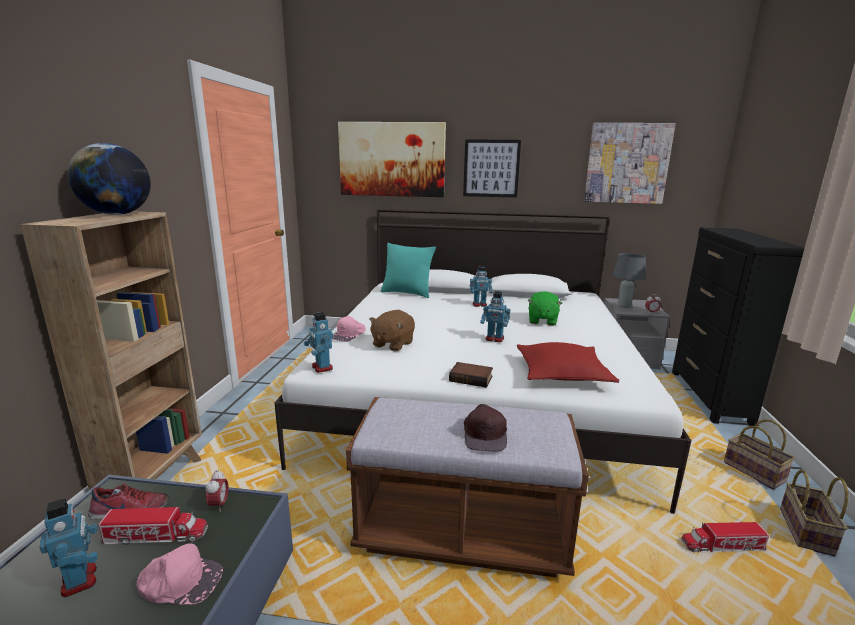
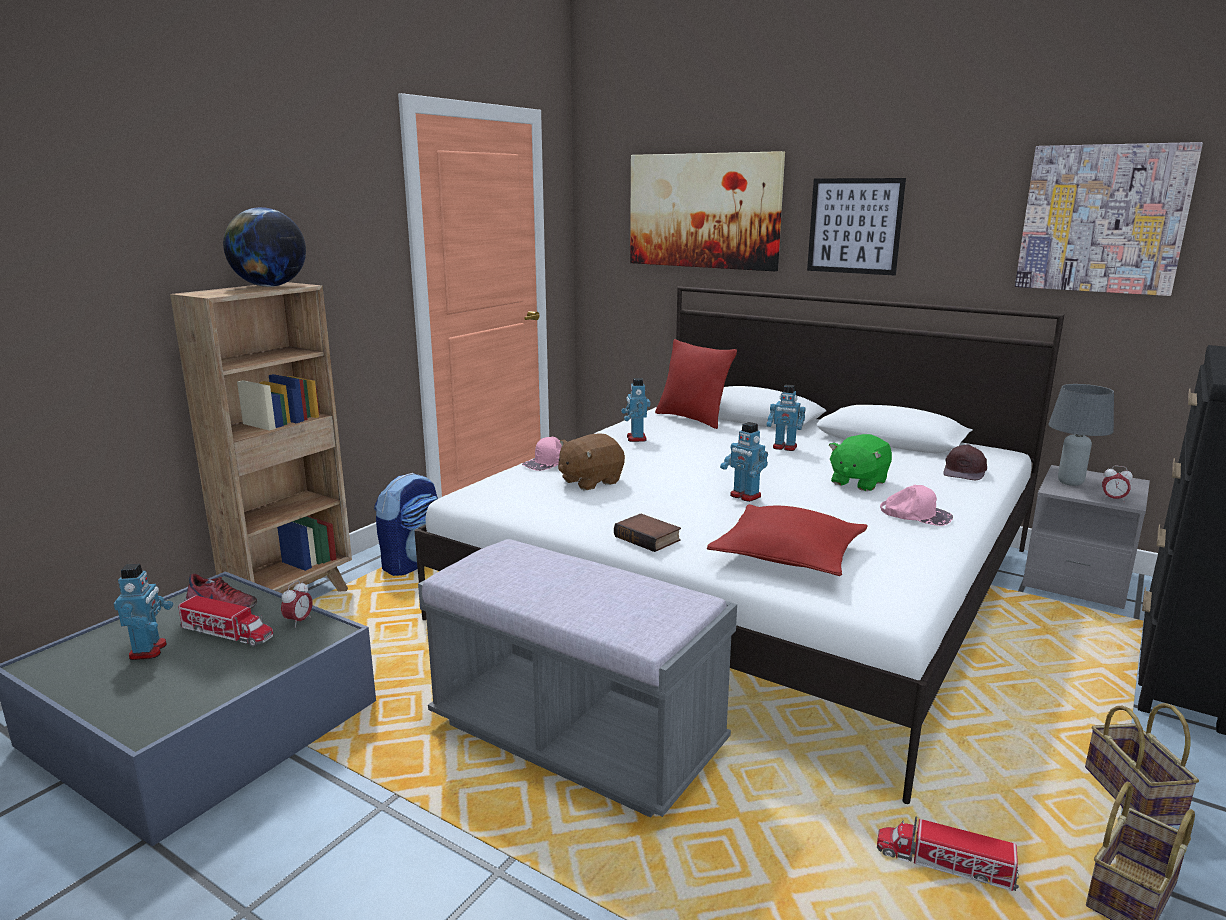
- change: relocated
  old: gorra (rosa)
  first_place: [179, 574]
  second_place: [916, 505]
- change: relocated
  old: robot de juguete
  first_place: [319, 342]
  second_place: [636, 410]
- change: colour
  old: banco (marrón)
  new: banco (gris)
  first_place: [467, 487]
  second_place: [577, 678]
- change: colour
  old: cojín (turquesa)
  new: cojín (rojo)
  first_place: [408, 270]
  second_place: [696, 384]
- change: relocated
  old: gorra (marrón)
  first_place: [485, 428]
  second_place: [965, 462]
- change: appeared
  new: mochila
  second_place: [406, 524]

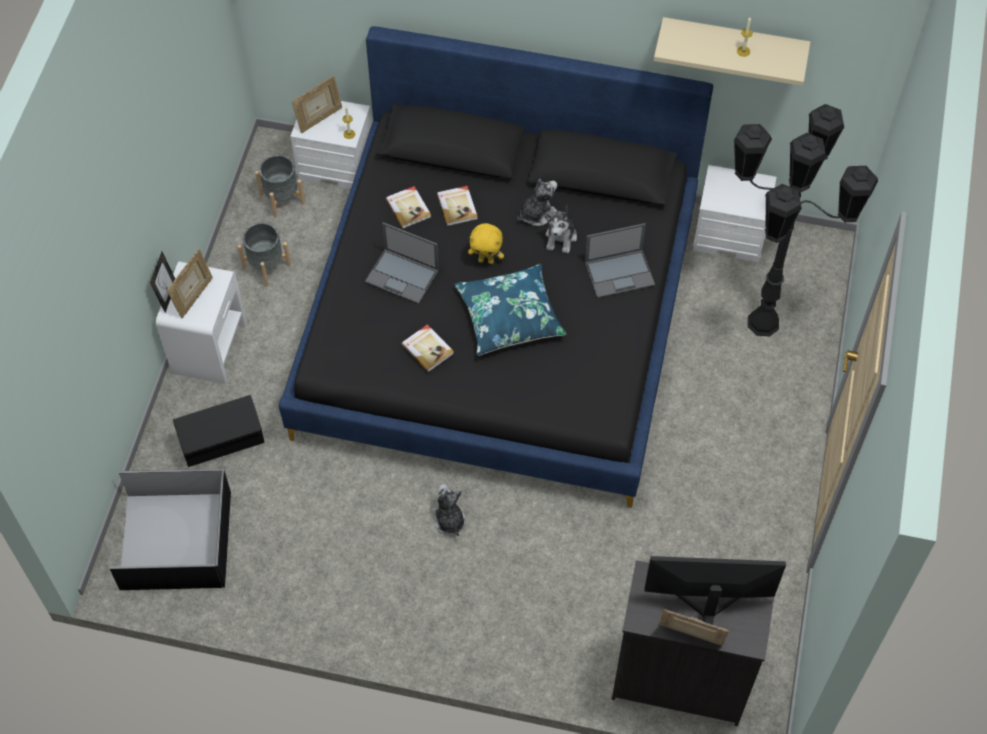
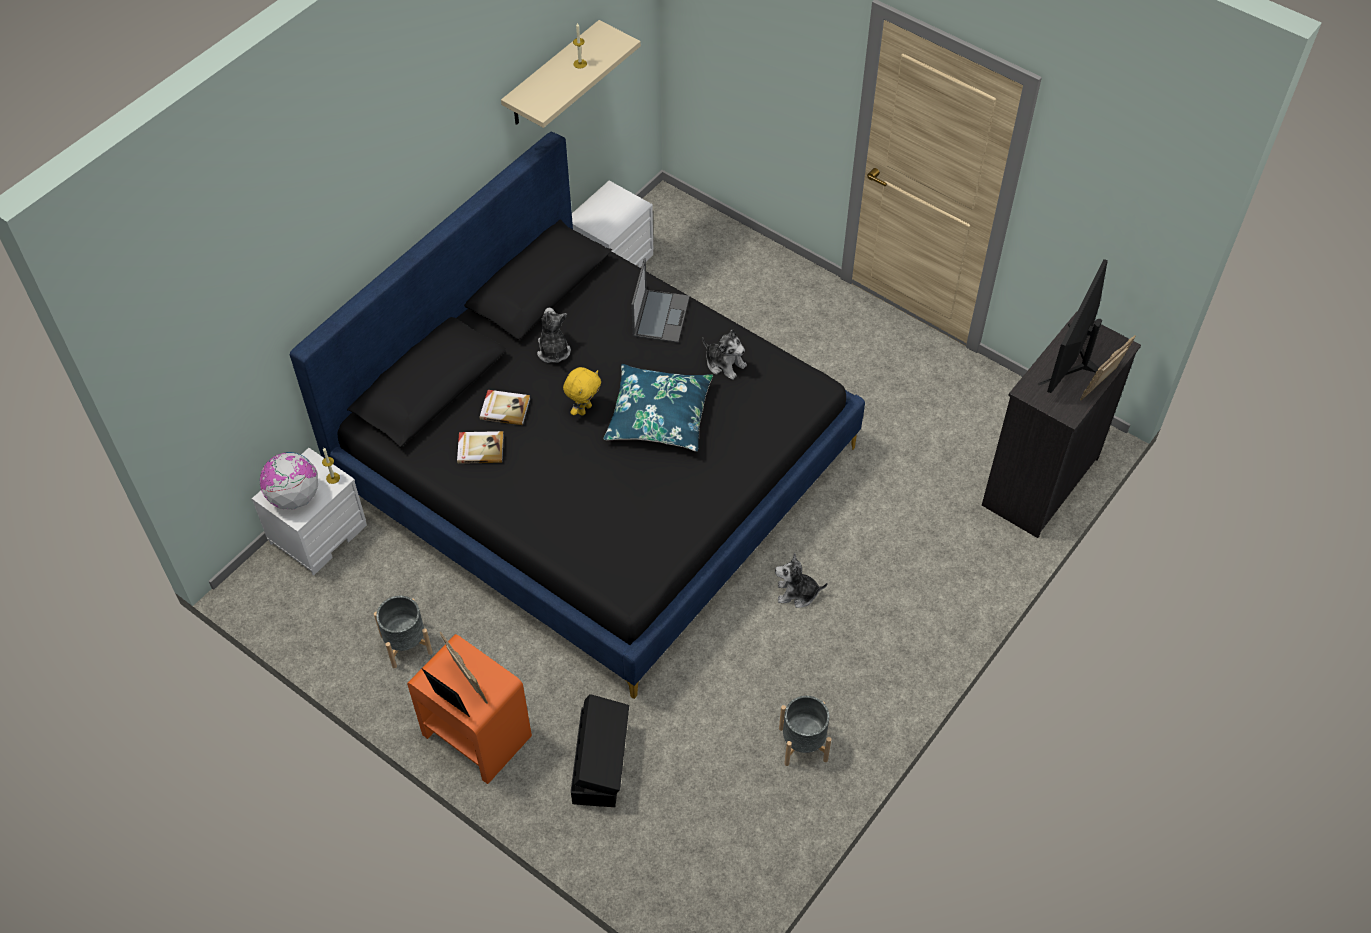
- change: missing
  old: caja de almacenaje (negro)
  first_place: [170, 529]
- change: colour
  old: mesita de noche (blanco)
  new: mesita de noche (naranja)
  first_place: [201, 322]
  second_place: [469, 709]
- change: relocated
  old: maceta (gris)
  first_place: [280, 186]
  second_place: [805, 731]
- change: exchanged
  old: portarretratos
  new: globo terráqueo
  first_place: [317, 104]
  second_place: [289, 480]
- change: missing
  old: portátil
  first_place: [402, 263]
- change: missing
  old: libro
  first_place: [427, 348]
- change: relocated
  old: peluche
  first_place: [561, 229]
  second_place: [724, 354]
- change: missing
  old: lámpara de pie (negro)
  first_place: [806, 220]

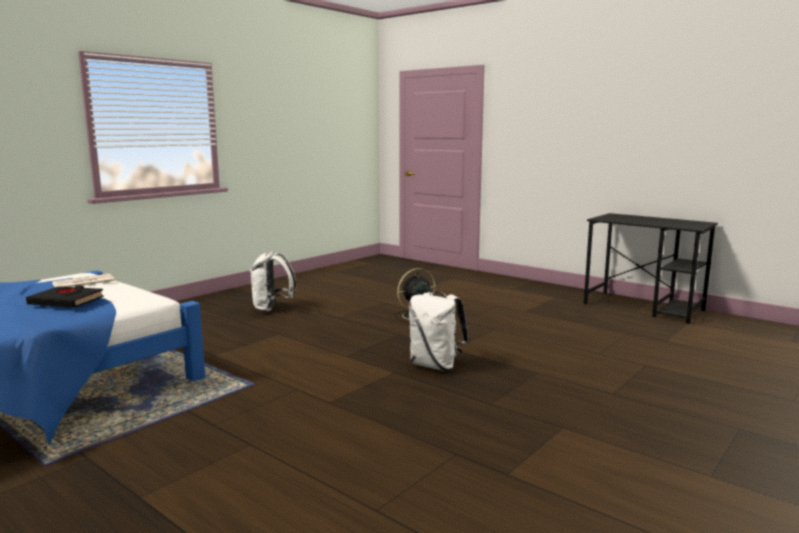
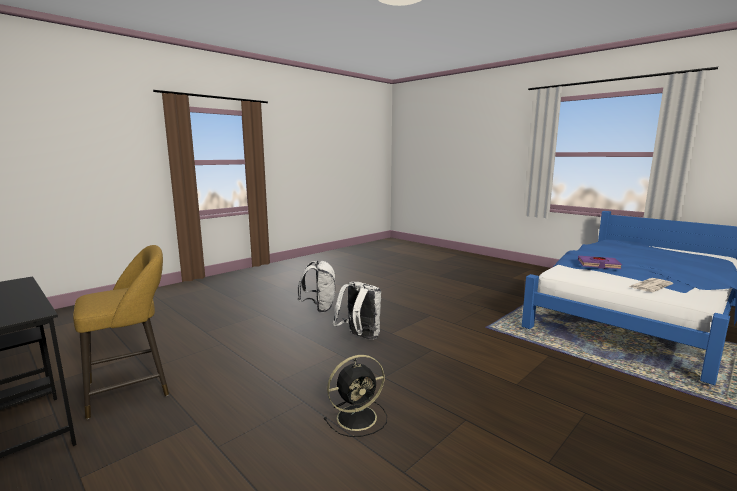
- change: colour
  old: libro (negro)
  new: libro (morado)
  first_place: [65, 296]
  second_place: [600, 262]
- change: relocated
  old: mochila (blanco)
  first_place: [273, 281]
  second_place: [317, 287]
- change: appeared
  new: taburete (amarillo)
  second_place: [121, 332]

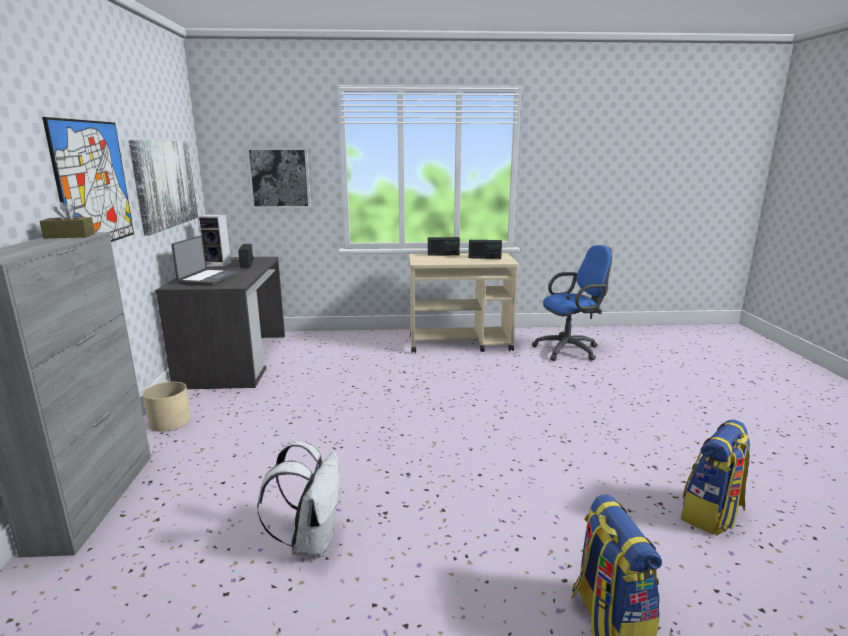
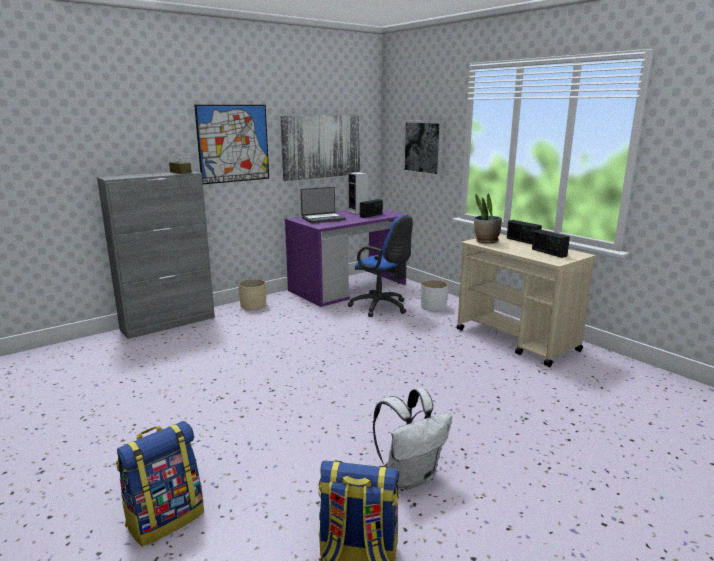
- change: colour
  old: escritorio (gris)
  new: escritorio (morado)
  first_place: [220, 323]
  second_place: [346, 258]
- change: relocated
  old: mochila (blanco)
  first_place: [299, 499]
  second_place: [412, 439]
- change: relocated
  old: silla de oficina (azul)
  first_place: [572, 303]
  second_place: [380, 266]
- change: appeared
  new: maceta (blanco)
  second_place: [434, 295]
- change: appeared
  new: planta en maceta
  second_place: [488, 218]

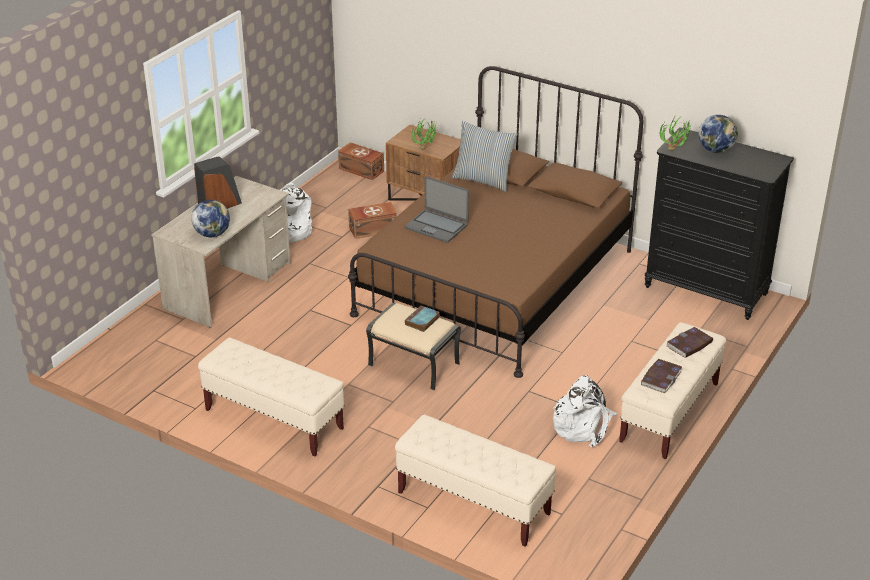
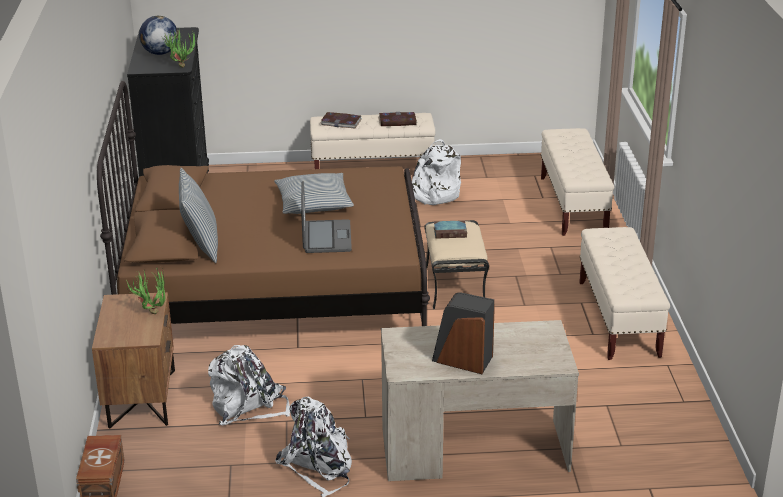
- change: missing
  old: globo terráqueo
  first_place: [210, 218]
- change: exchanged
  old: caja de almacenaje (marrón)
  new: mochila (blanco)
  first_place: [372, 220]
  second_place: [249, 385]
- change: appeared
  new: cojín
  second_place: [314, 193]

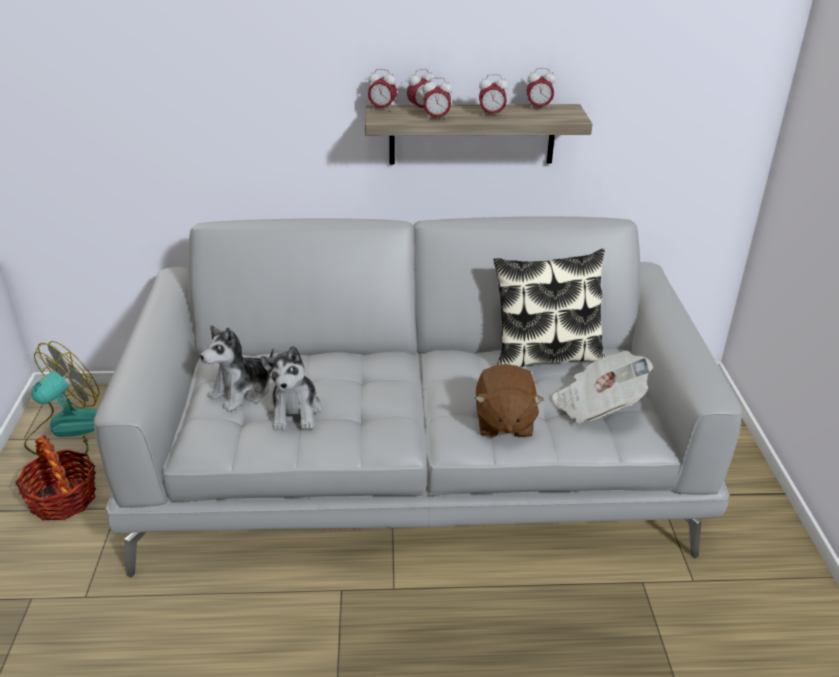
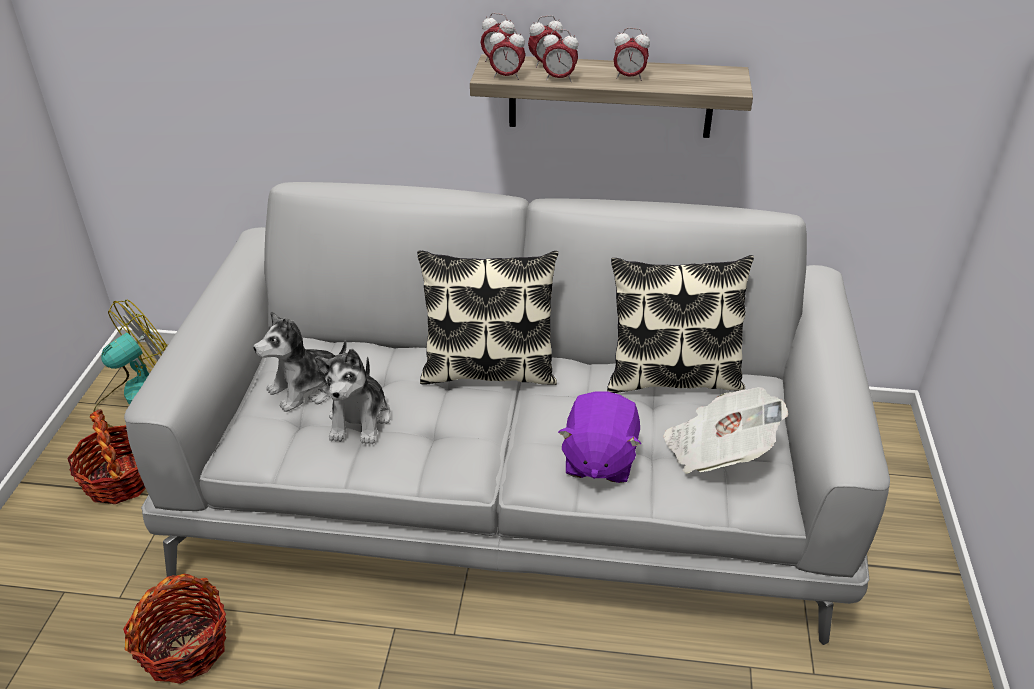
- change: colour
  old: peluche (marrón)
  new: peluche (morado)
  first_place: [509, 401]
  second_place: [599, 437]
- change: relocated
  old: despertador
  first_place: [541, 89]
  second_place: [507, 53]
- change: appeared
  new: cesta
  second_place: [175, 629]
- change: appeared
  new: cojín
  second_place: [487, 318]

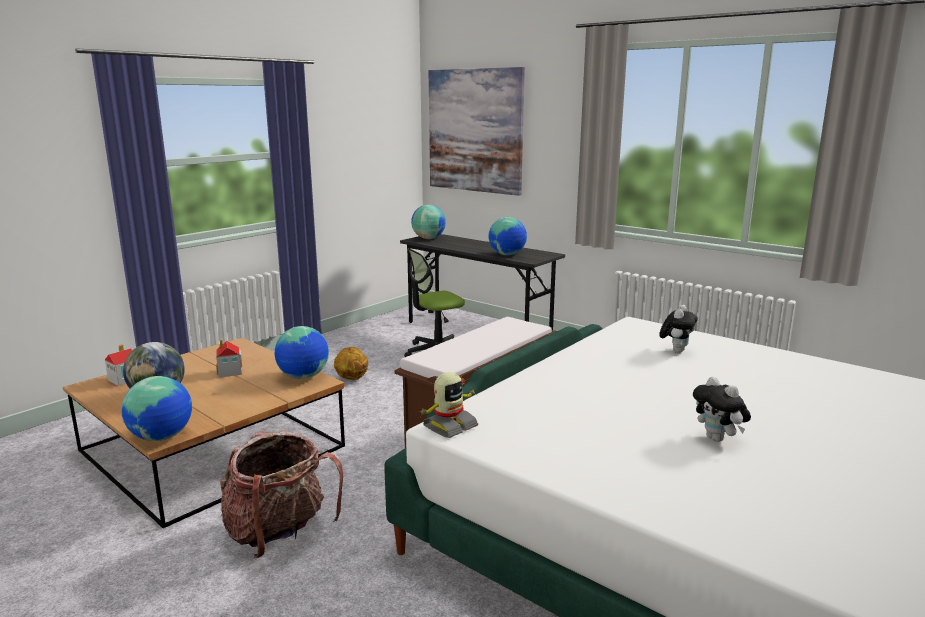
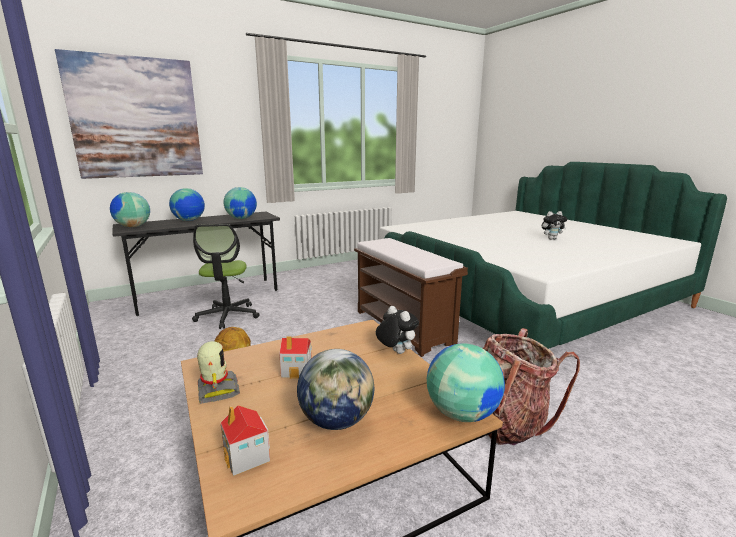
- change: relocated
  old: globo terráqueo
  first_place: [302, 352]
  second_place: [187, 204]
- change: relocated
  old: robot de juguete
  first_place: [448, 405]
  second_place: [218, 372]
- change: relocated
  old: peluche
  first_place: [678, 329]
  second_place: [397, 330]

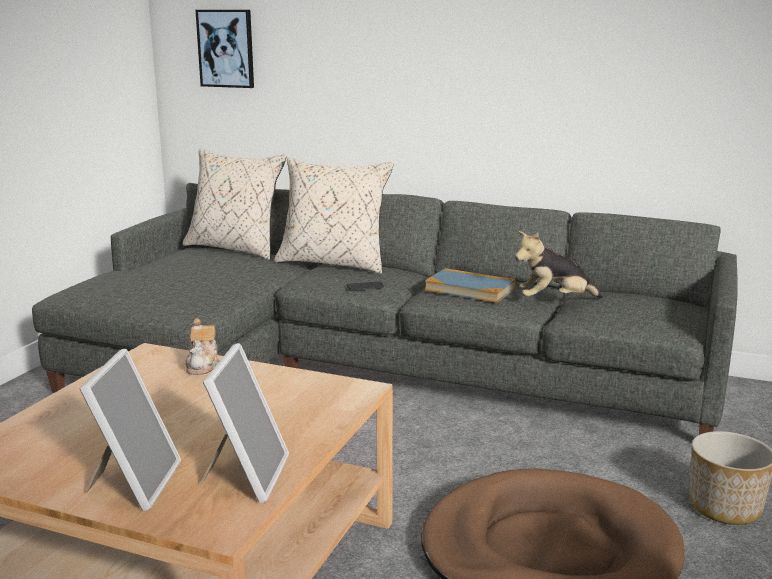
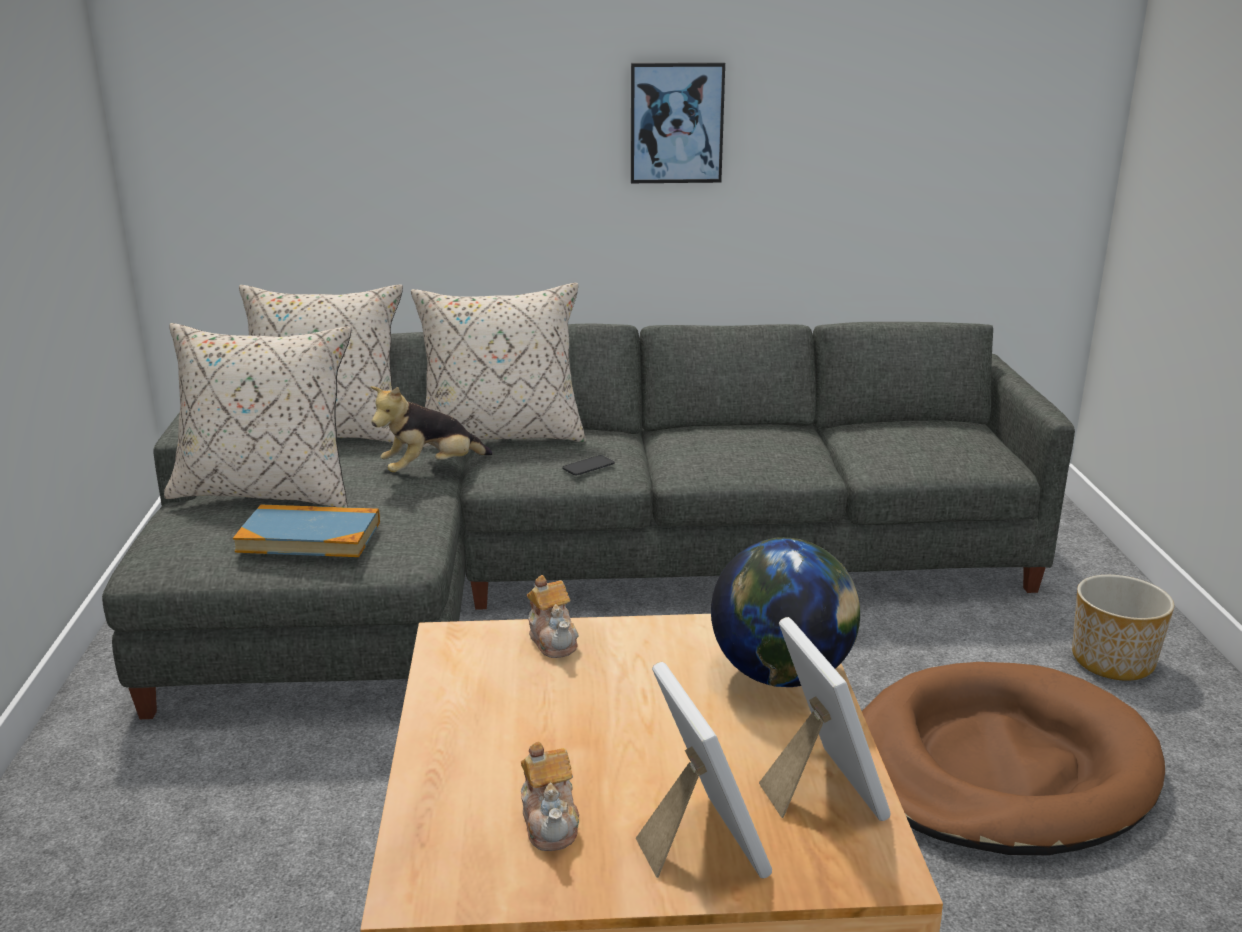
- change: relocated
  old: cuadro
  first_place: [224, 49]
  second_place: [678, 122]
- change: relocated
  old: libro
  first_place: [470, 285]
  second_place: [306, 531]
- change: relocated
  old: peluche
  first_place: [559, 264]
  second_place: [431, 429]
- change: appeared
  new: cojín (beis)
  second_place: [258, 415]
- change: appeared
  new: tetera
  second_place: [550, 796]
- change: appeared
  new: globo terráqueo
  second_place: [785, 612]

